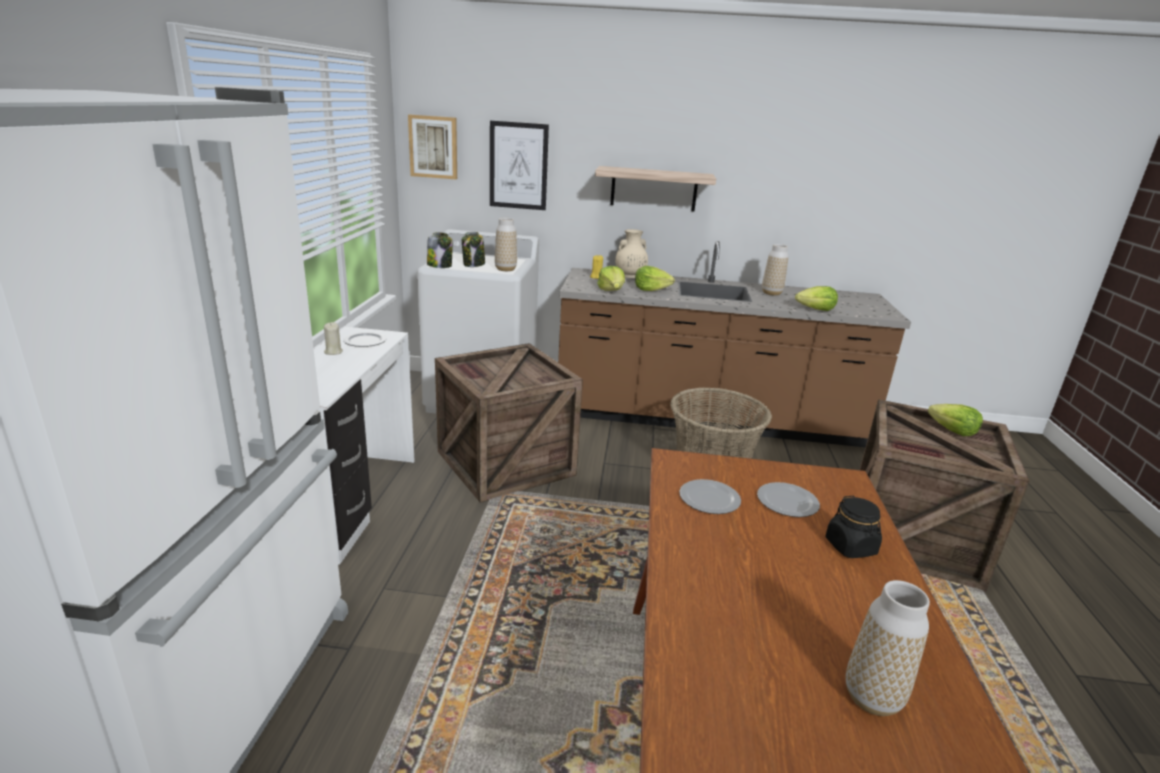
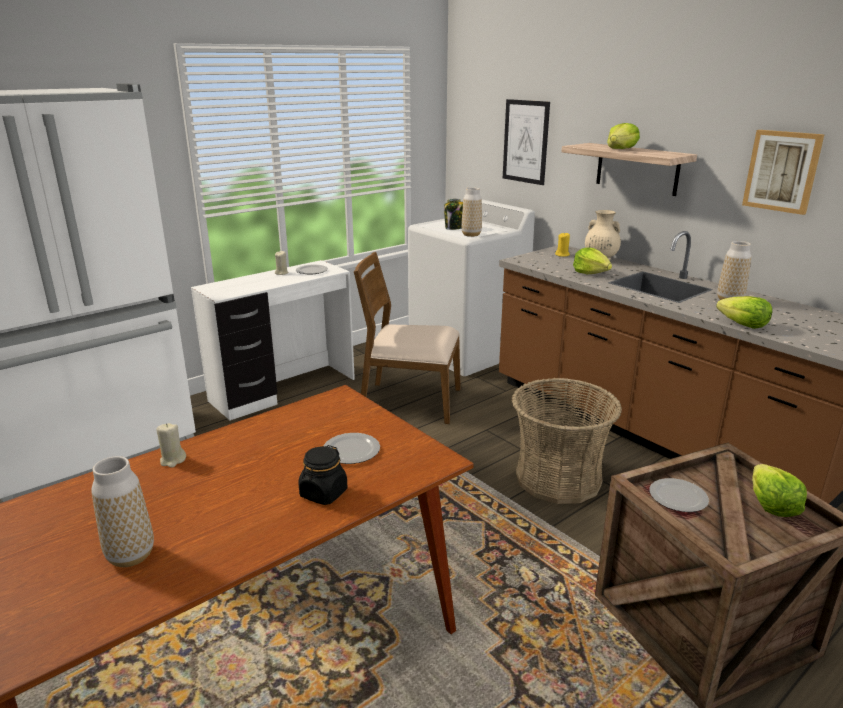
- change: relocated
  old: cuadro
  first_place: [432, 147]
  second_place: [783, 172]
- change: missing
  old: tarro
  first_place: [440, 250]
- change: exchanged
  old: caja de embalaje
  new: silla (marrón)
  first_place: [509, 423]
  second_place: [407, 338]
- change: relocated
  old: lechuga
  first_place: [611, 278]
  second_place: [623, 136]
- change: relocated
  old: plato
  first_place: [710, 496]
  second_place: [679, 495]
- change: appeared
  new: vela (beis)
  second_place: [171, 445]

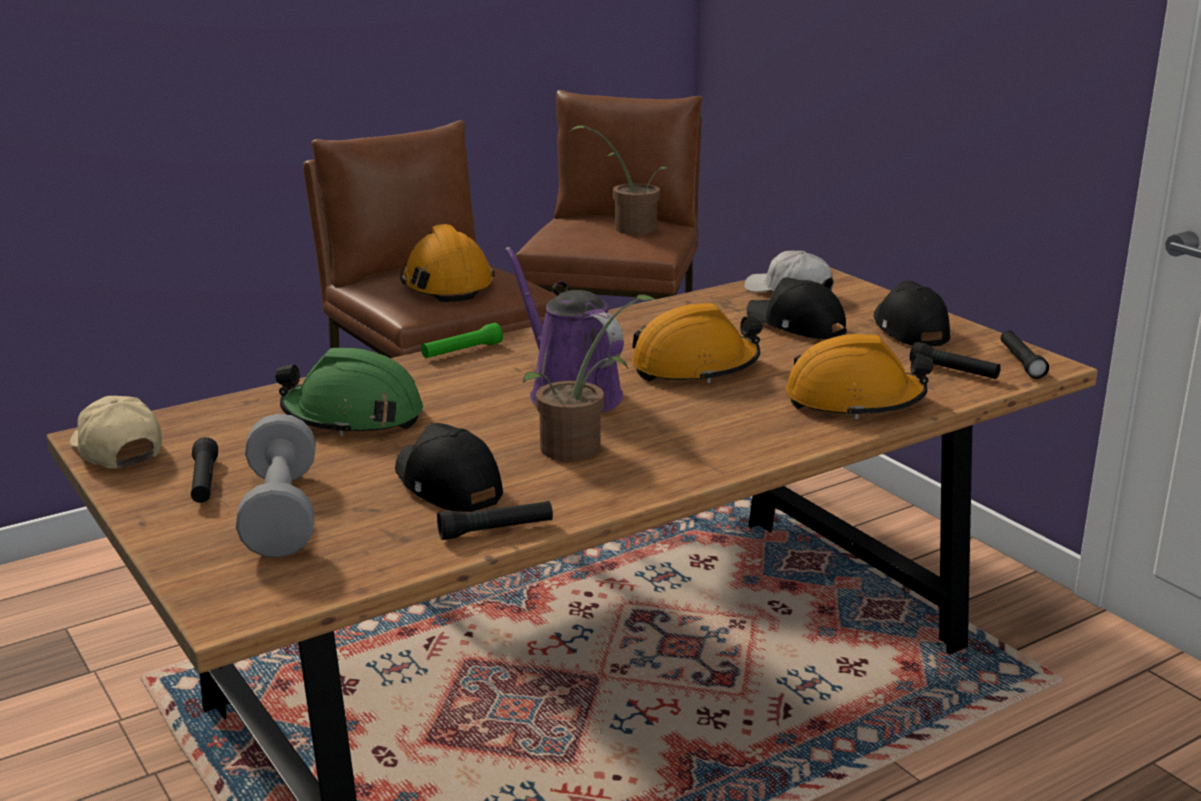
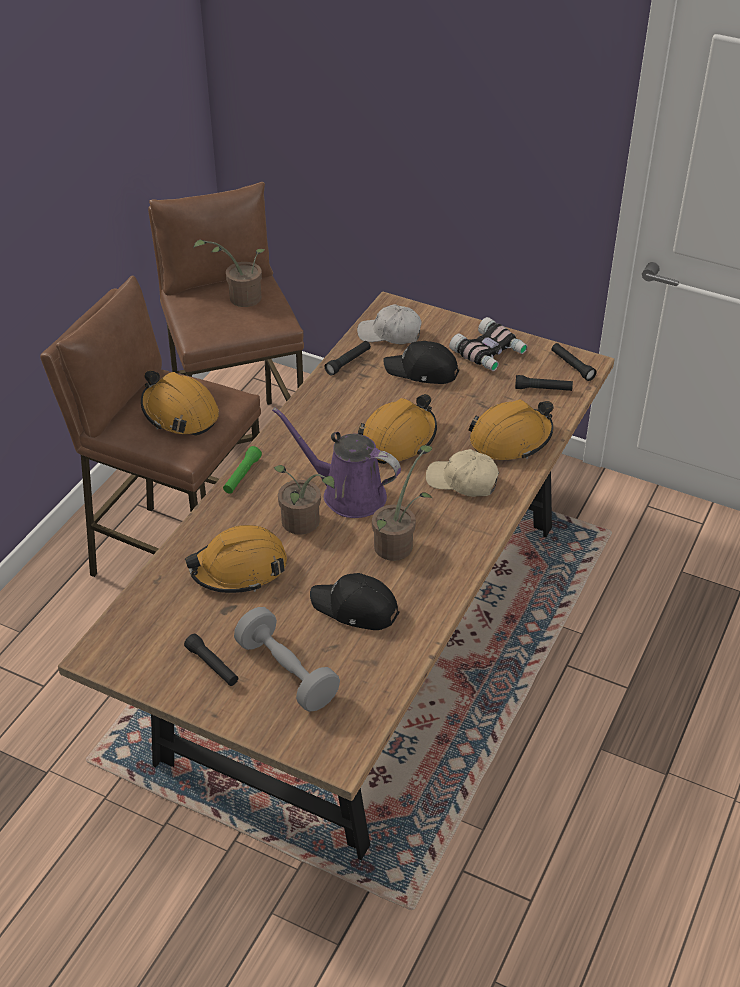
- change: relocated
  old: gorra (beis)
  first_place: [116, 432]
  second_place: [462, 473]
- change: colour
  old: casco (verde)
  new: casco (naranja)
  first_place: [349, 392]
  second_place: [236, 559]
- change: relocated
  old: linterna (negro)
  first_place: [495, 520]
  second_place: [347, 358]
- change: exchanged
  old: gorra (negro)
  new: prismáticos
  first_place: [912, 313]
  second_place: [488, 344]
- change: appeared
  new: planta en maceta
  second_place: [304, 500]

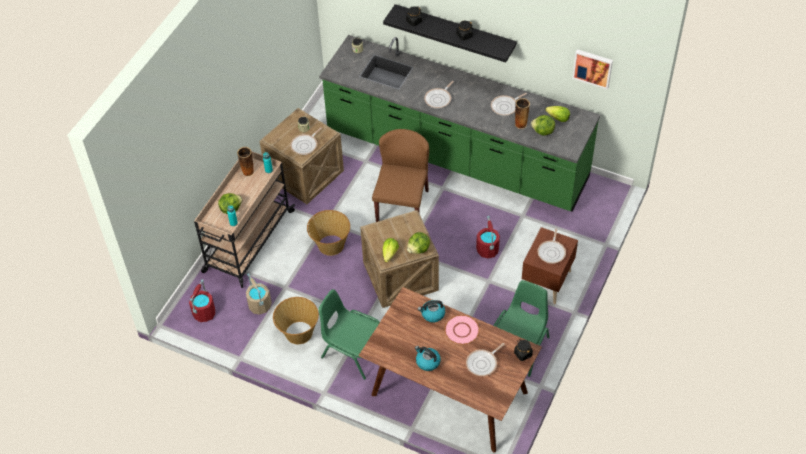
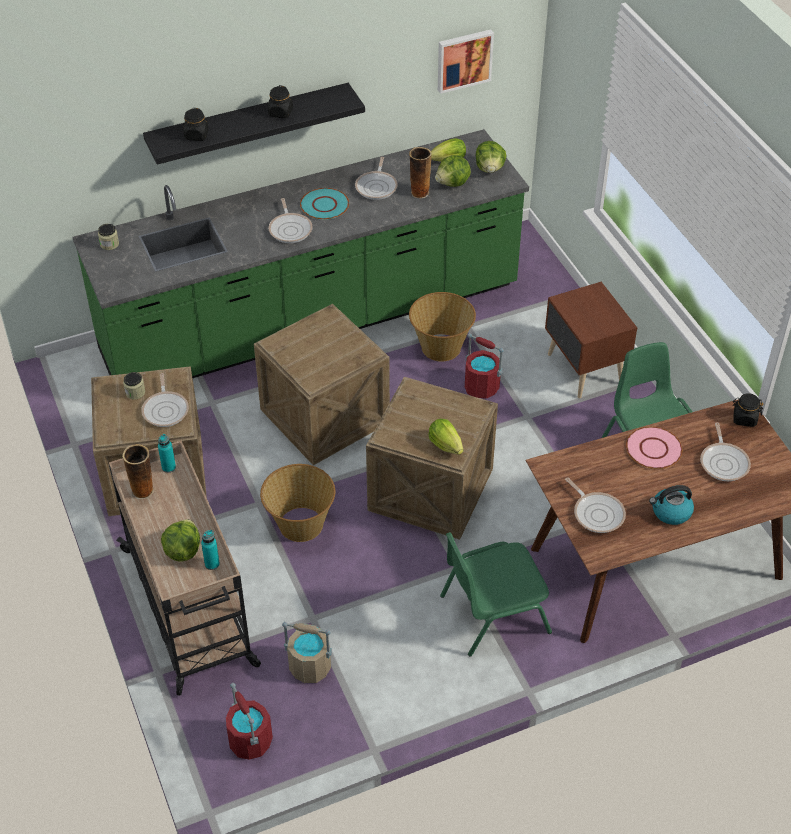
- change: relocated
  old: cesta
  first_place: [296, 320]
  second_place: [442, 326]
- change: exchanged
  old: silla (marrón)
  new: caja de embalaje
  first_place: [400, 175]
  second_place: [322, 384]
- change: relocated
  old: lechuga
  first_place: [418, 243]
  second_place: [491, 157]
- change: missing
  old: hervidor
  first_place: [431, 311]
- change: relocated
  old: sartén
  first_place: [551, 246]
  second_place: [595, 505]
- change: appeared
  new: plato (turquesa)
  second_place: [324, 204]

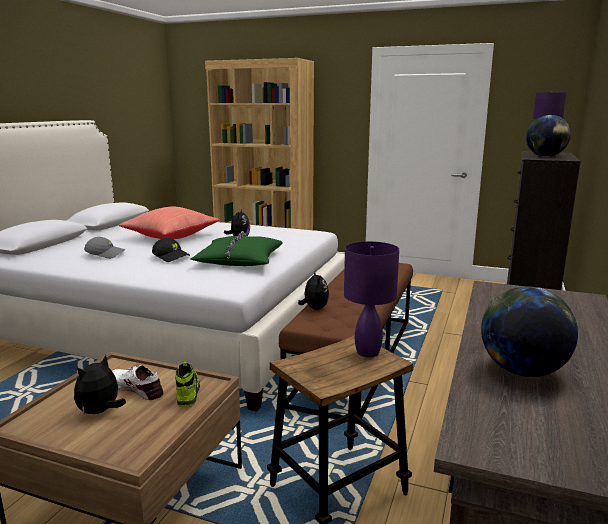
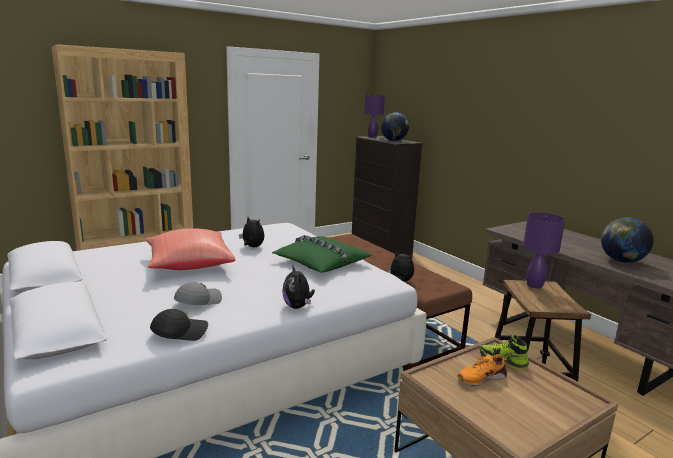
- change: relocated
  old: peluche
  first_place: [100, 384]
  second_place: [298, 287]
- change: colour
  old: zapato (blanco)
  new: zapato (naranja)
  first_place: [137, 382]
  second_place: [482, 370]
- change: relocated
  old: gorra (negro)
  first_place: [171, 250]
  second_place: [179, 325]

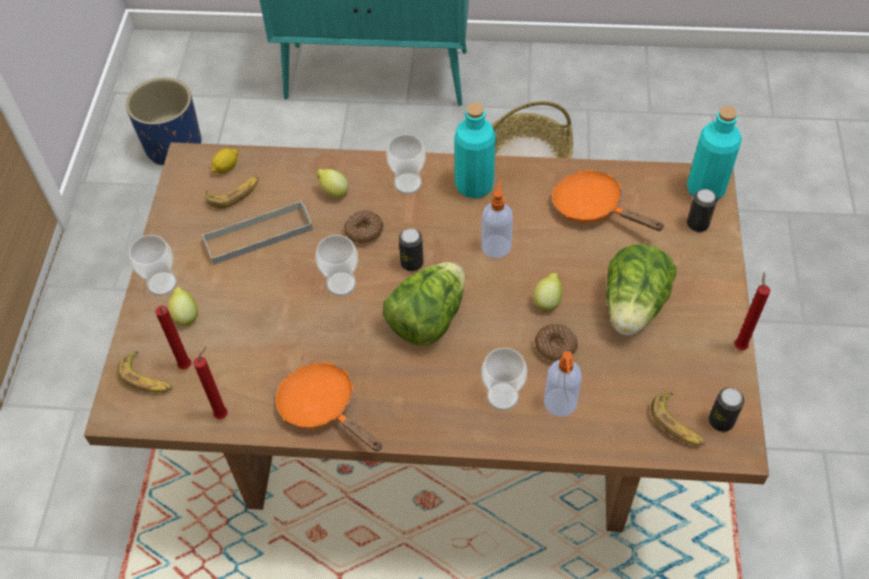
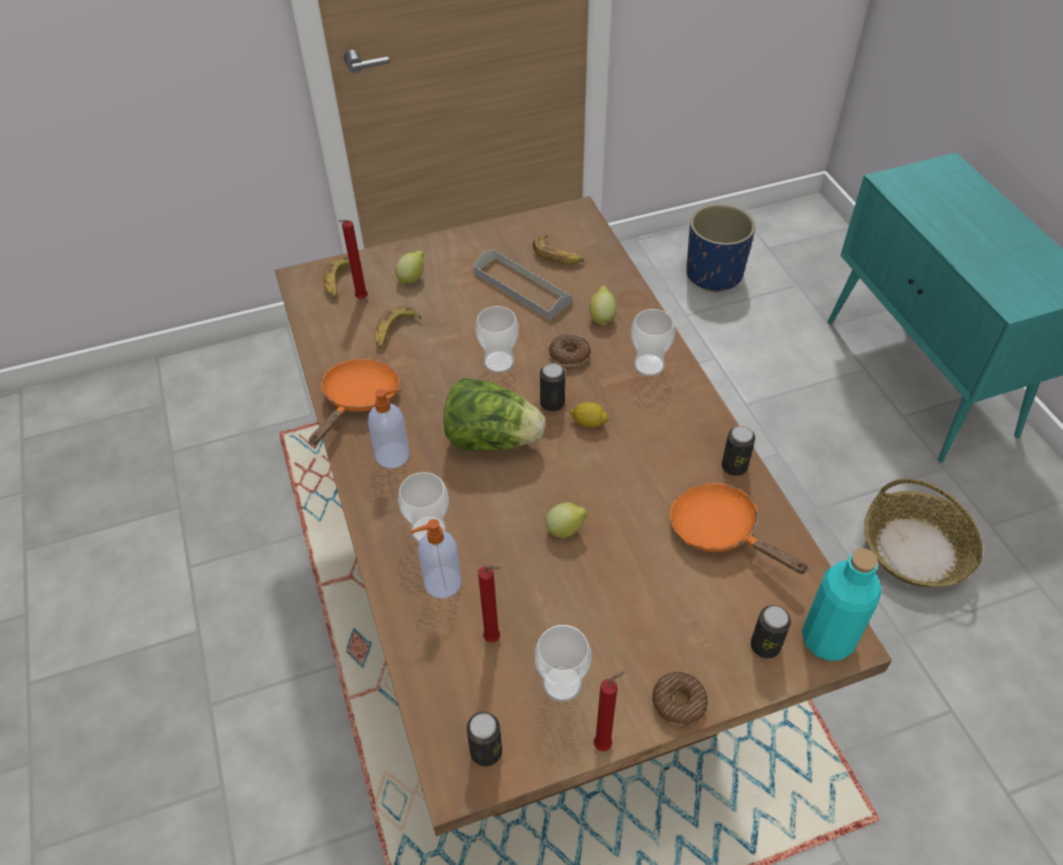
- change: relocated
  old: taza
  first_place: [153, 265]
  second_place: [563, 663]
- change: relocated
  old: vela (rojo)
  first_place: [211, 382]
  second_place: [489, 604]
- change: relocated
  old: limón
  first_place: [225, 161]
  second_place: [589, 415]
- change: missing
  old: botella (turquesa)
  first_place: [475, 150]
- change: relocated
  old: dispensador de jabón
  first_place: [497, 219]
  second_place: [388, 428]
- change: relocated
  old: rosquilla
  first_place: [556, 343]
  second_place: [680, 699]
- change: spun
  old: sartén (naranja)
  first_place: [608, 200]
  second_place: [739, 528]
  degrees: -60
- change: missing
  old: lechuga
  first_place: [641, 290]
- change: relocated
  old: plátano
  first_place: [678, 418]
  second_place: [398, 327]
- change: appeared
  new: lata
  second_place: [738, 451]

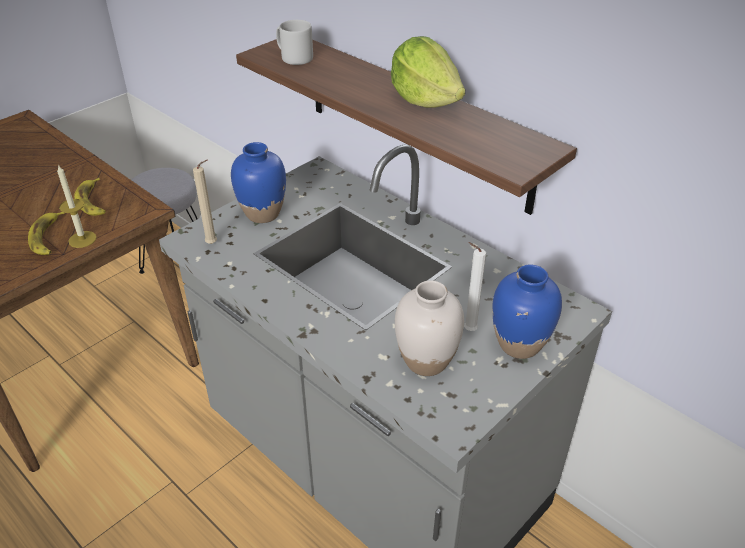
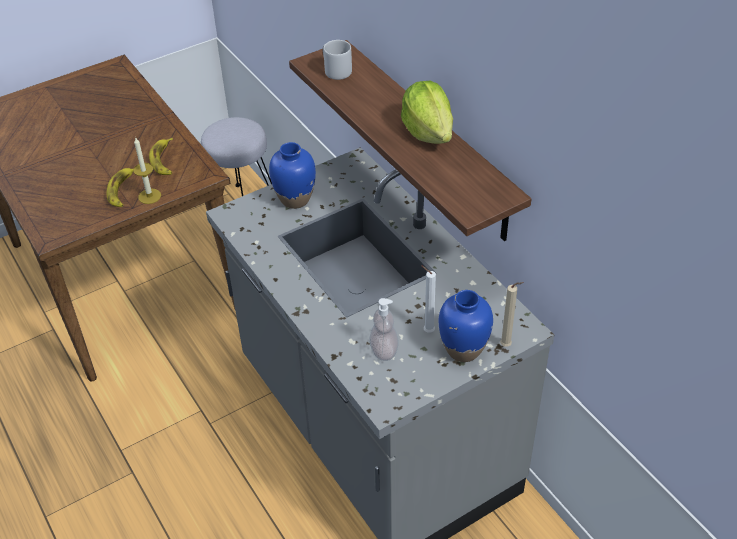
- change: relocated
  old: vela (beis)
  first_place: [205, 202]
  second_place: [512, 314]
- change: exchanged
  old: florero (blanco)
  new: dispensador de jabón
  first_place: [429, 328]
  second_place: [384, 329]

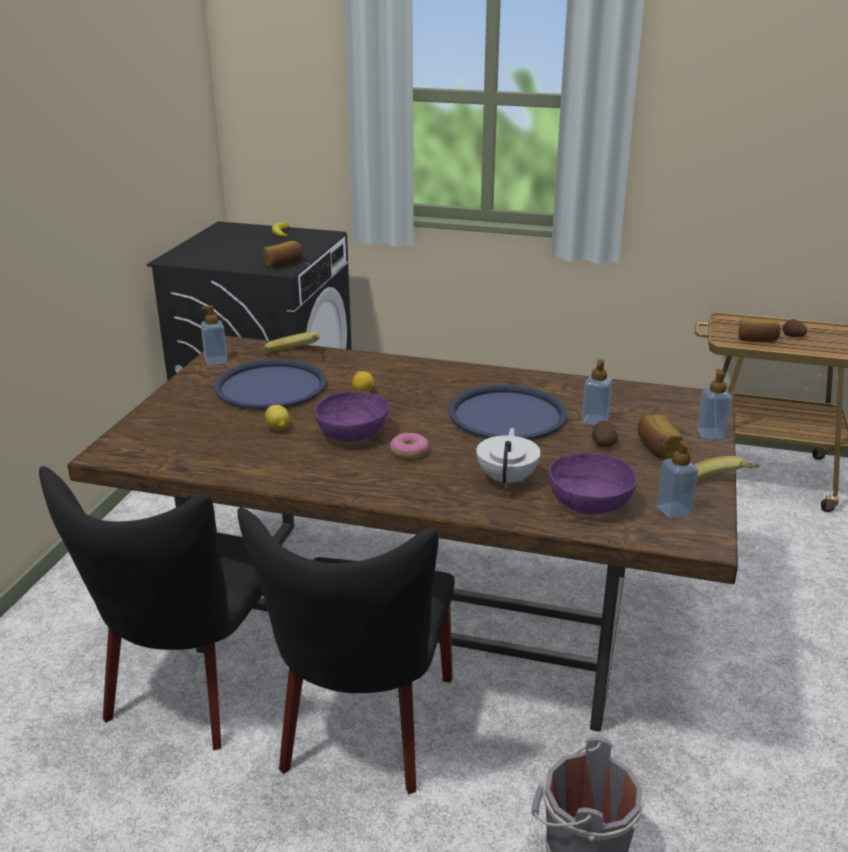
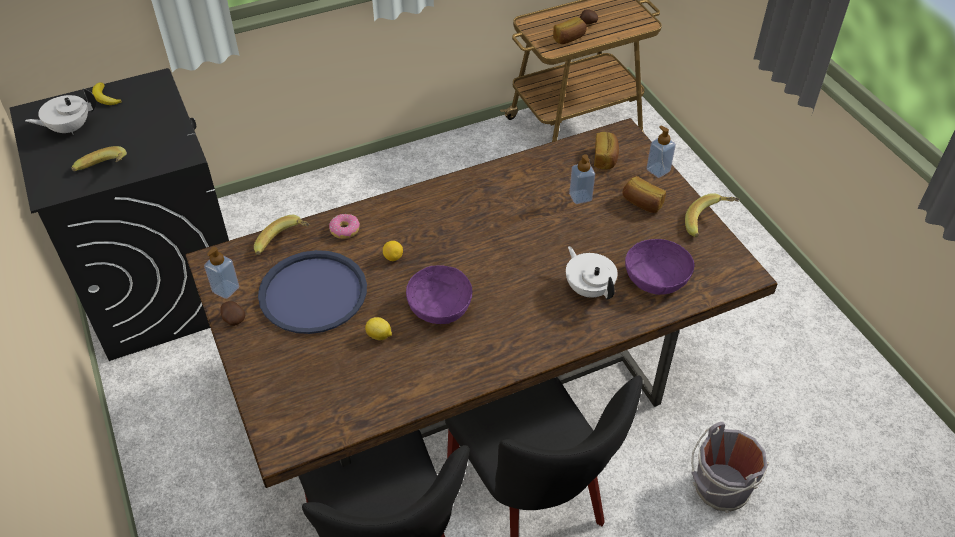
- change: relocated
  old: pan
  first_place: [283, 254]
  second_place: [606, 150]
- change: relocated
  old: rosquilla
  first_place: [409, 446]
  second_place: [344, 226]
- change: missing
  old: bandeja (azul)
  first_place: [507, 412]
- change: relocated
  old: patata
  first_place: [605, 434]
  second_place: [232, 313]
- change: missing
  old: dispensador de jabón
  first_place: [677, 479]
- change: appeared
  new: tetera (blanco)
  second_place: [60, 111]
- change: appeared
  new: plátano
  second_place: [99, 158]

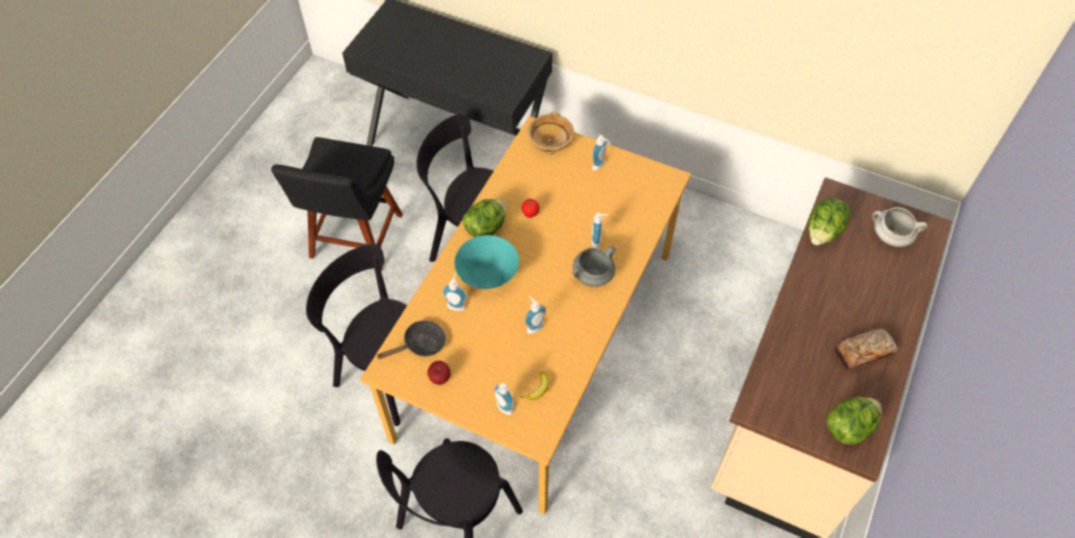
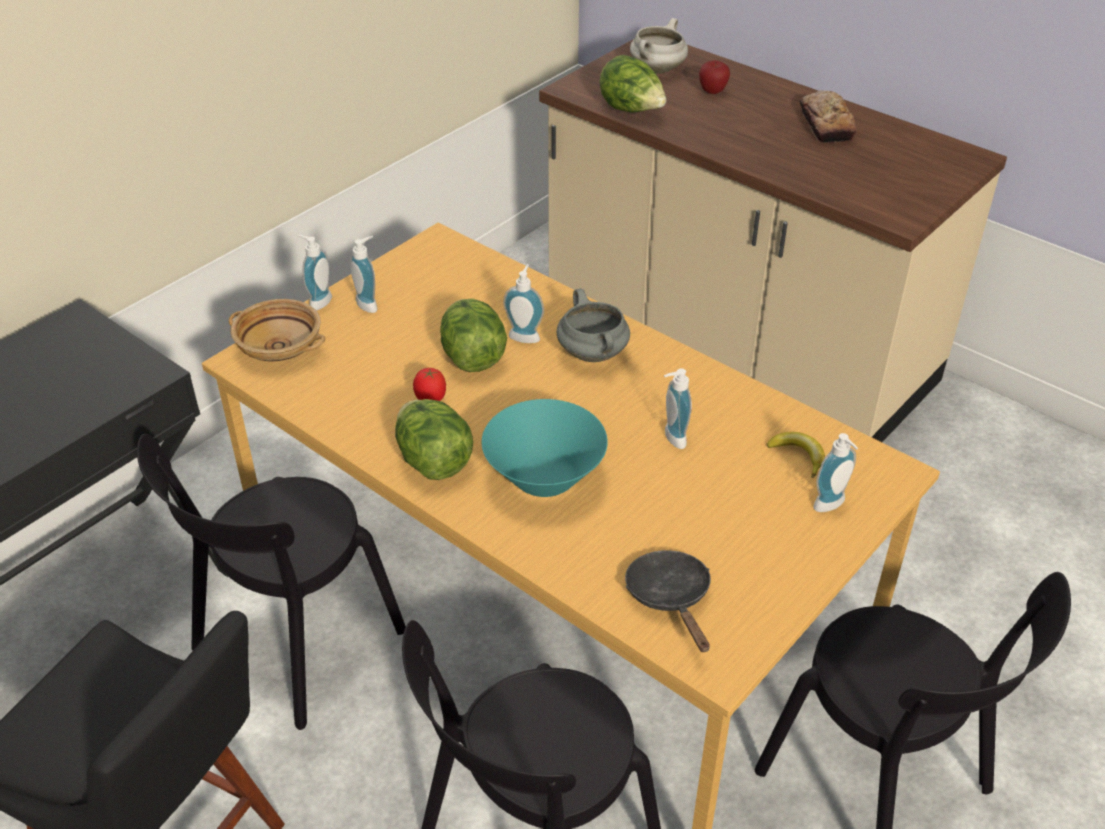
- change: relocated
  old: manzana
  first_place: [439, 373]
  second_place: [714, 77]
- change: relocated
  old: dispensador de jabón
  first_place: [454, 292]
  second_place: [314, 273]
- change: relocated
  old: lechuga
  first_place: [854, 421]
  second_place: [473, 335]

